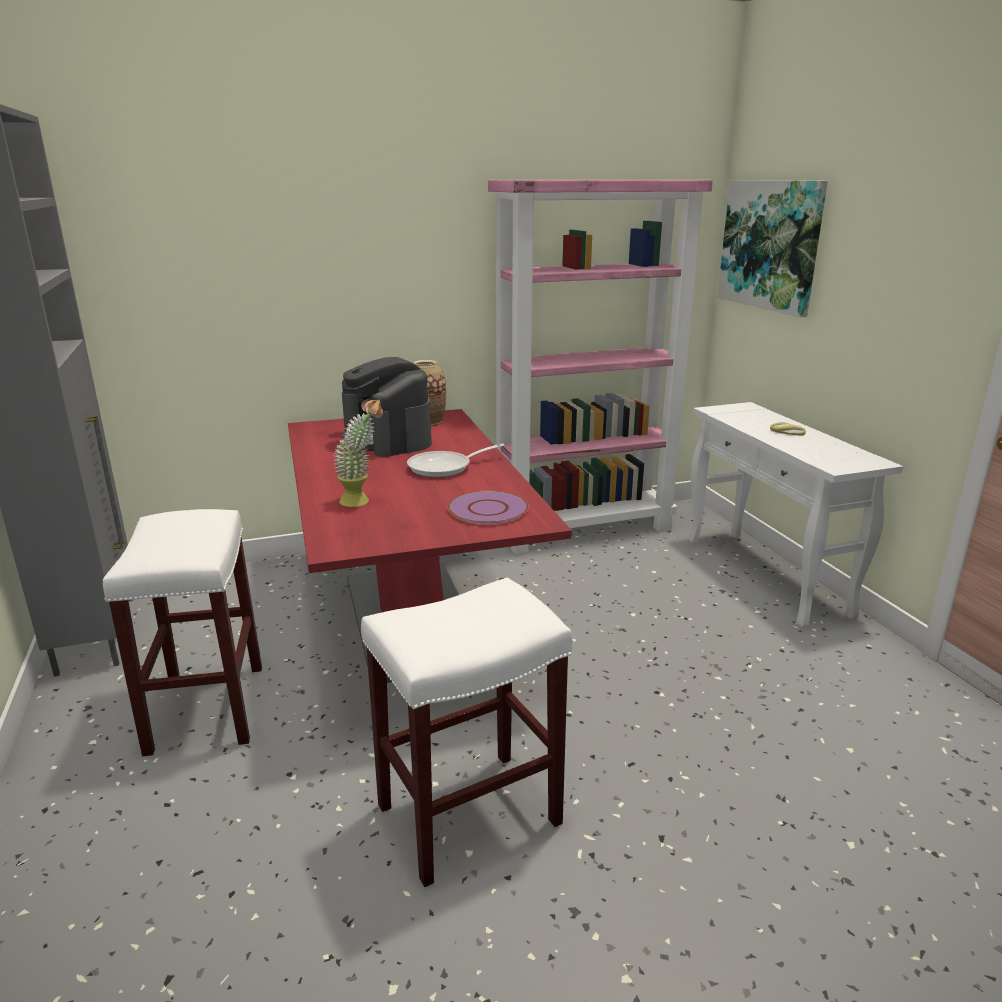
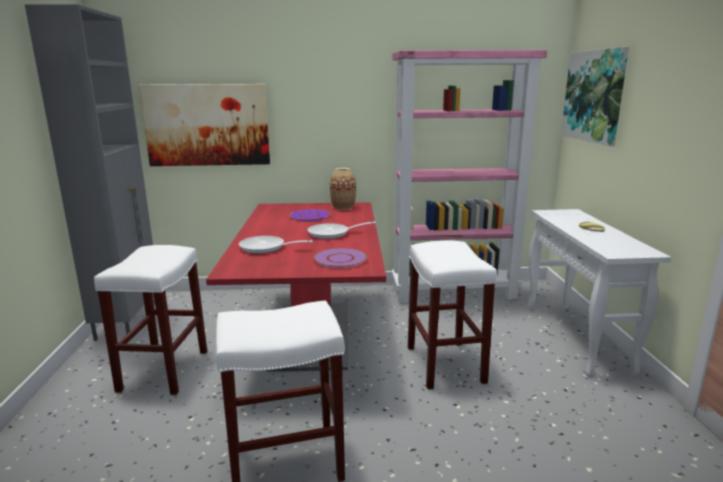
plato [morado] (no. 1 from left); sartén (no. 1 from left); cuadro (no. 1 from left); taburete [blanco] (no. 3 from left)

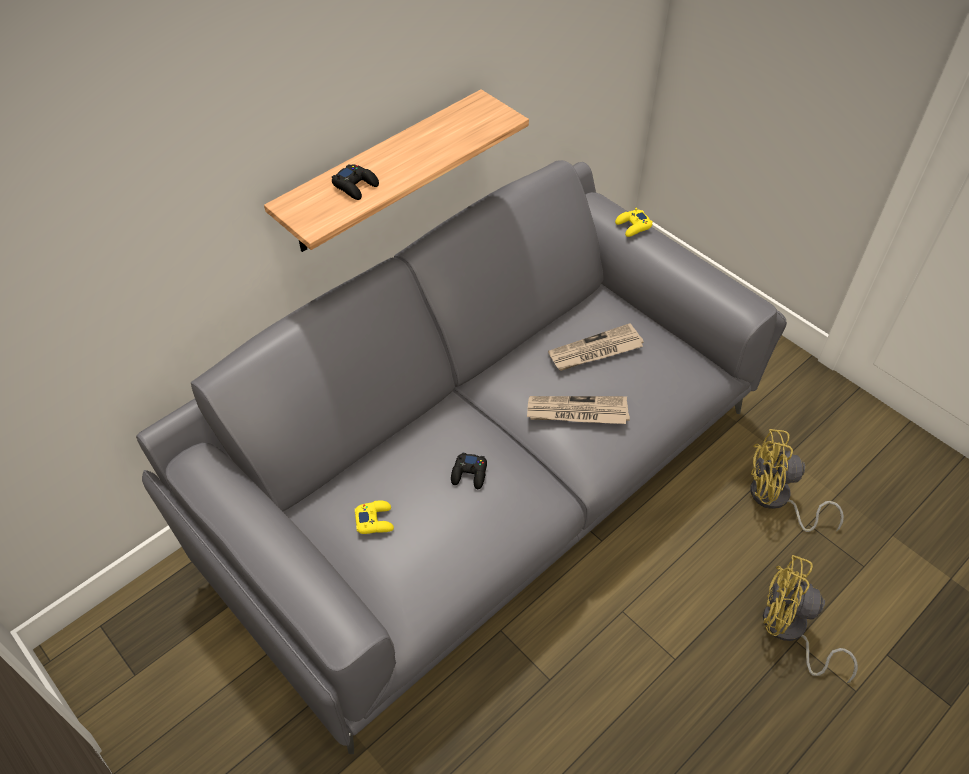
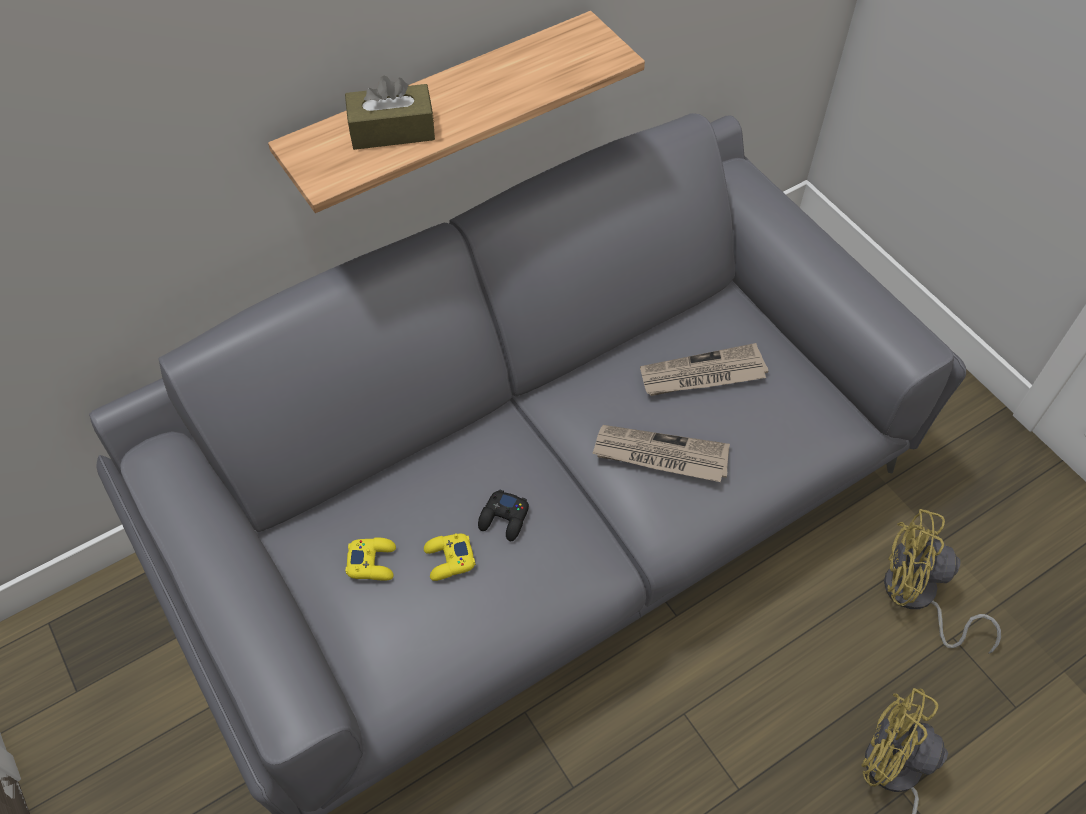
caja de pañuelos [marrón]; mando de consola [amarillo] (no. 2 from left)

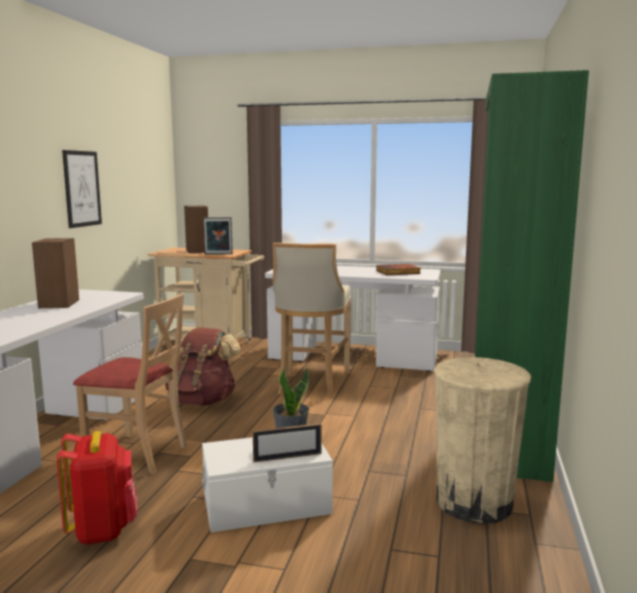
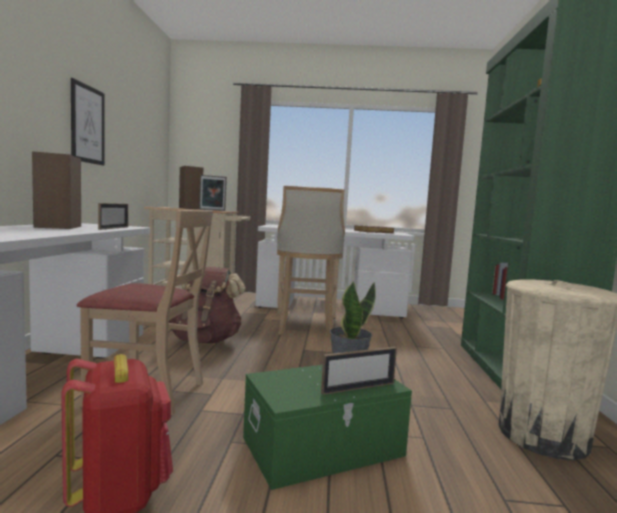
caja de almacenaje [verde]; portarretratos (no. 1 from left)

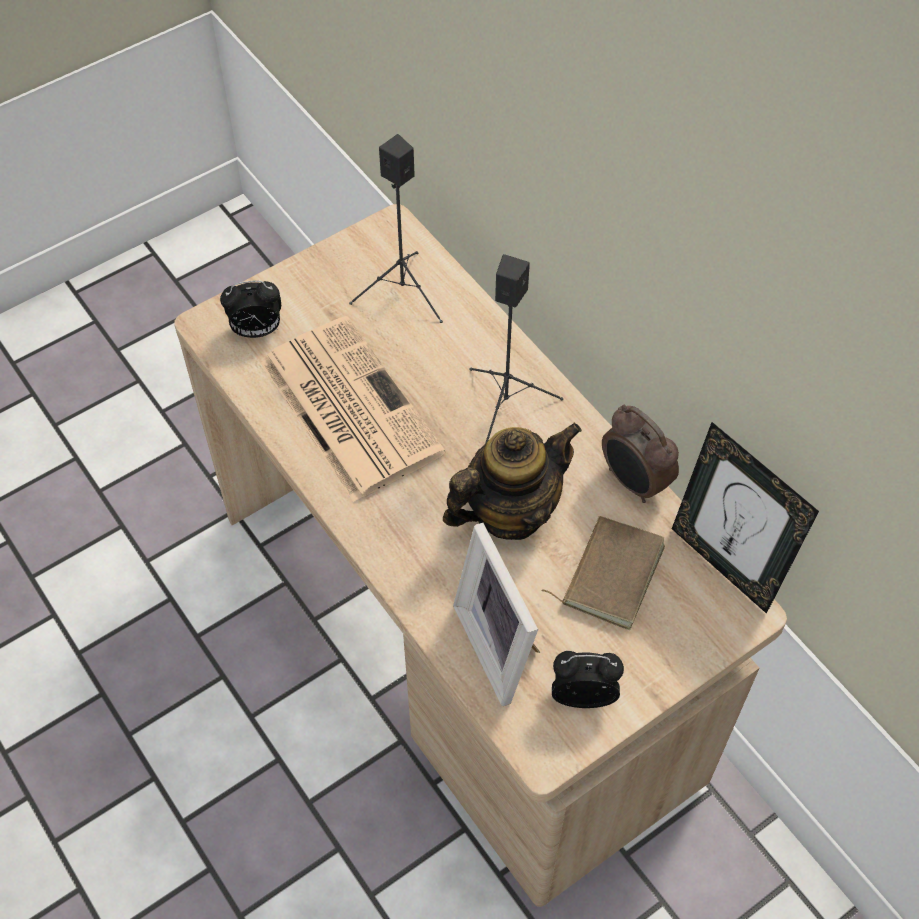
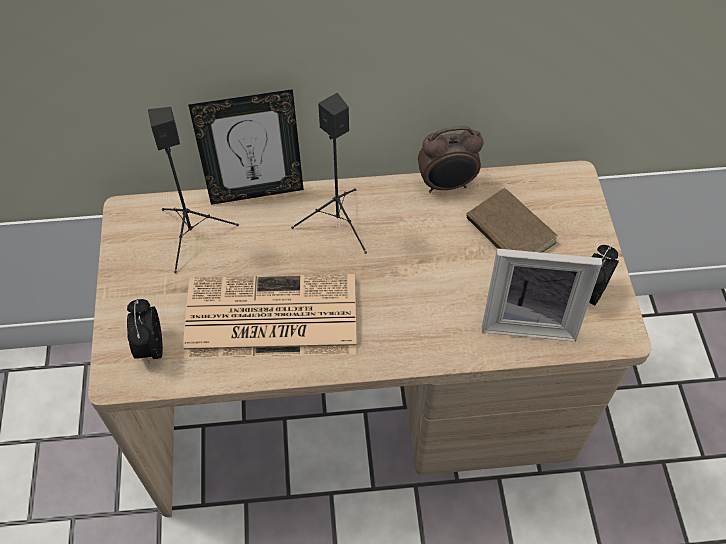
despertador (no. 1 from left); portarretratos (no. 1 from left); tetera

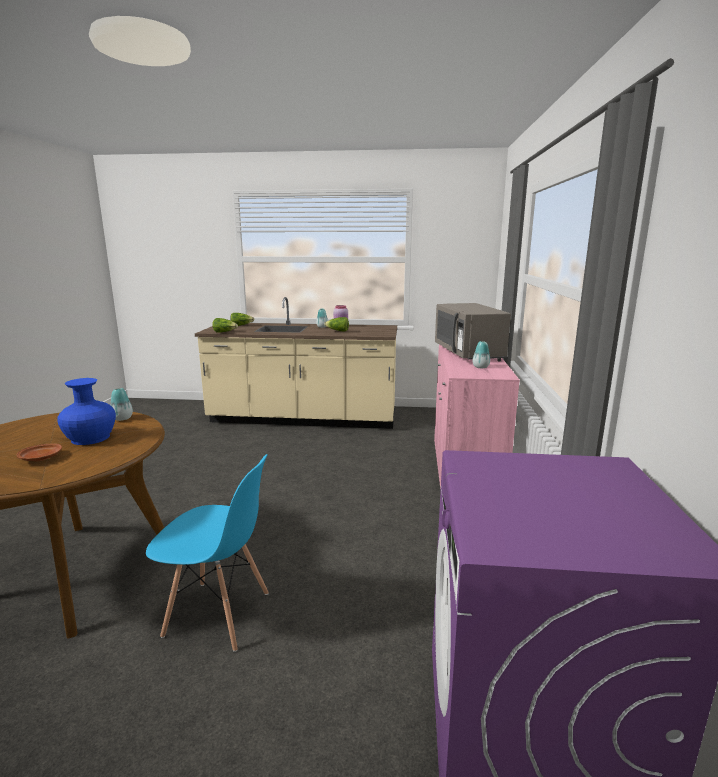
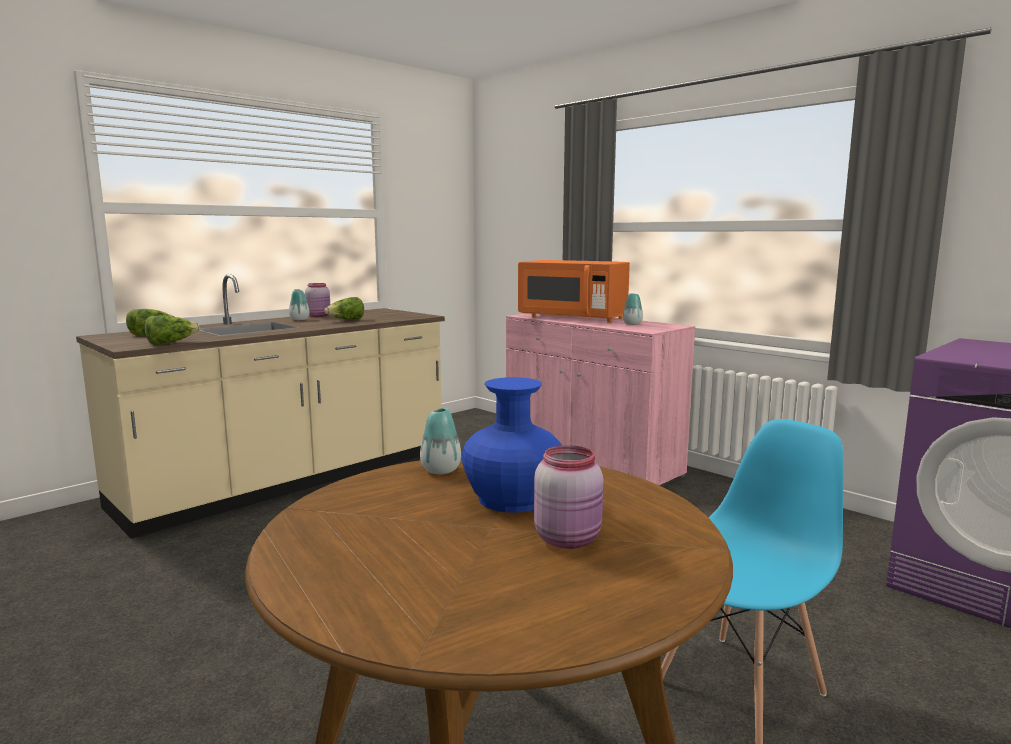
microondas [naranja]; tarro [rosa] (no. 2 from left)

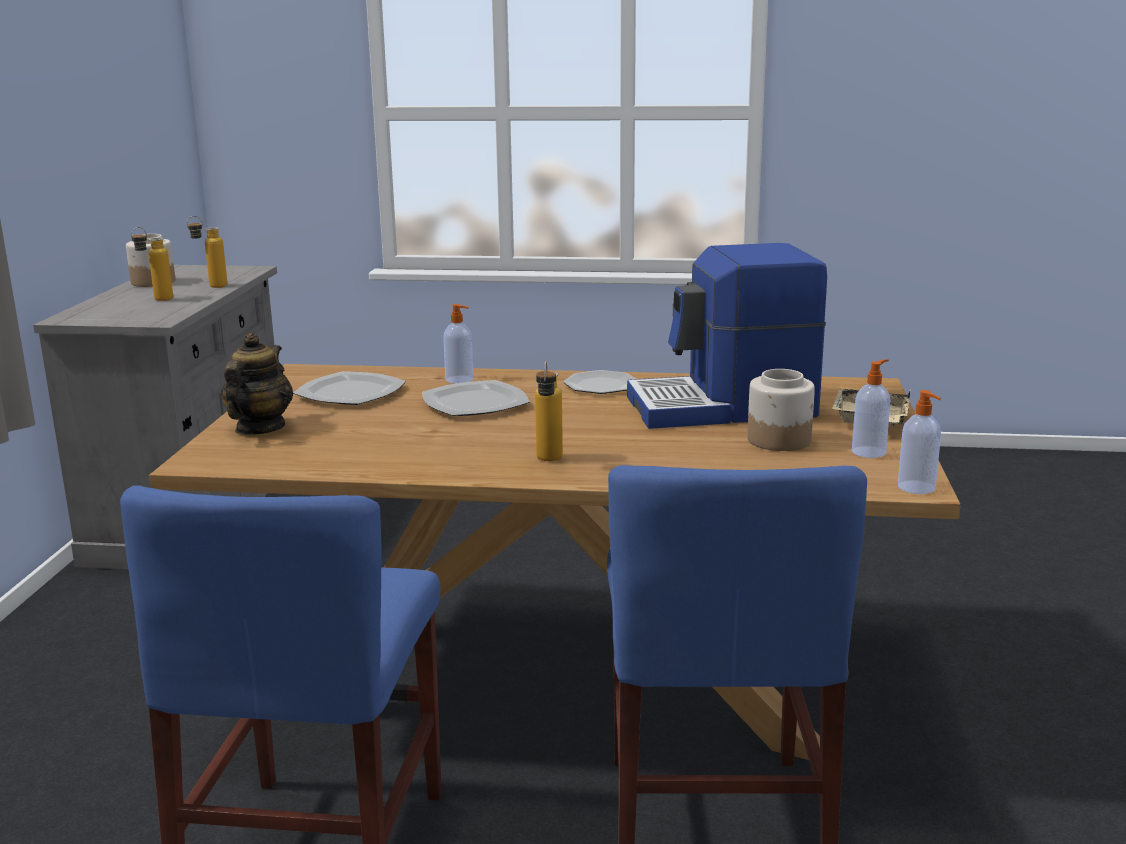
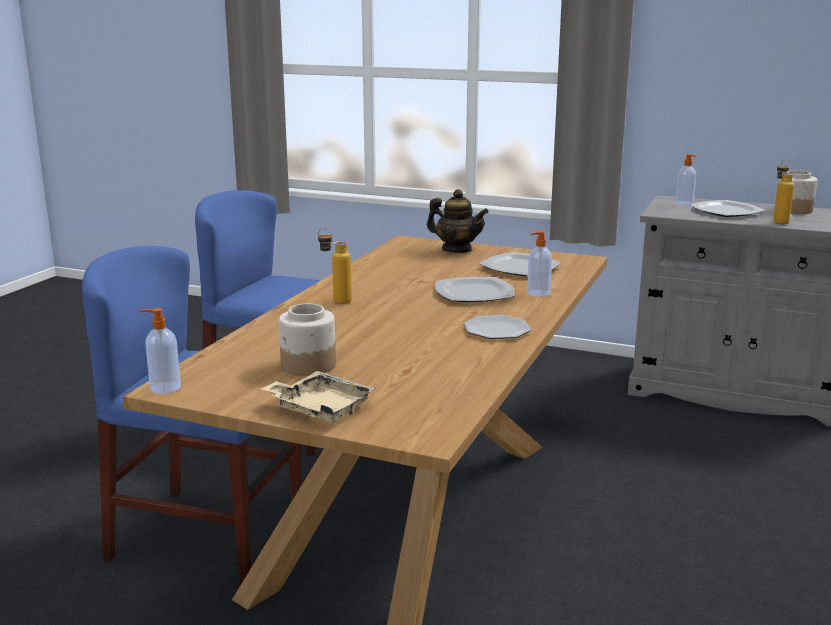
plato (no. 4 from left); cafetera; dispensador de jabón (no. 3 from left)

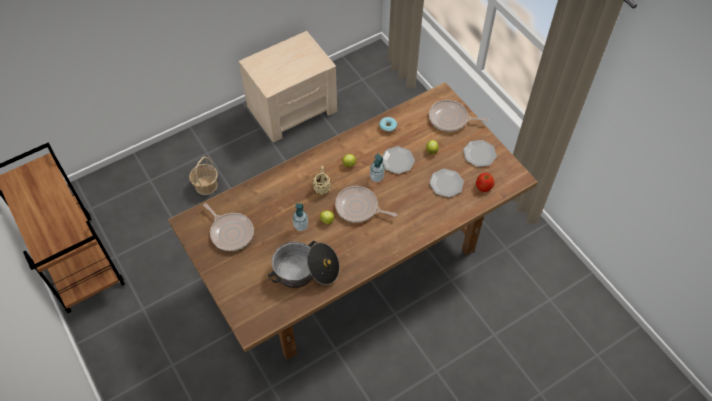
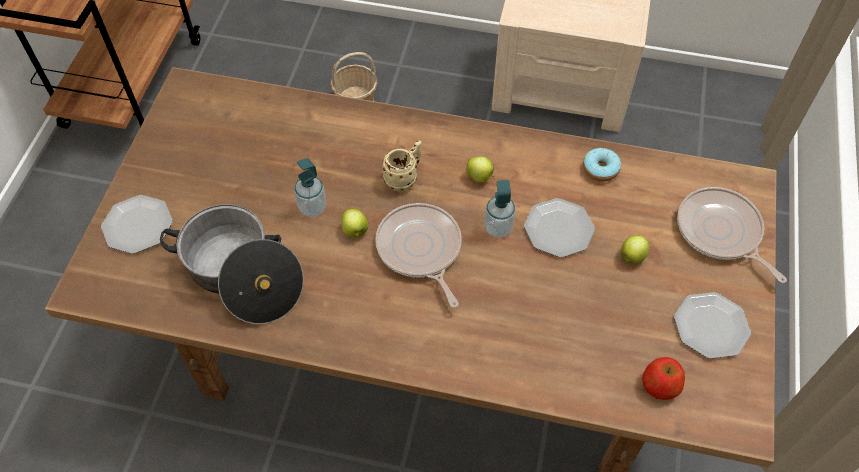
plato (no. 1 from left); sartén (no. 1 from left in the first image)

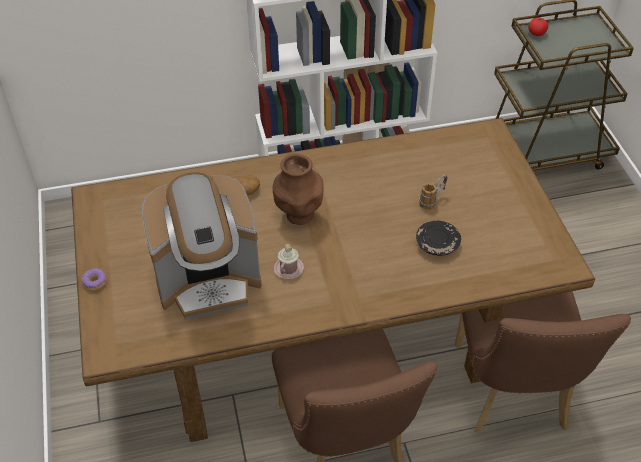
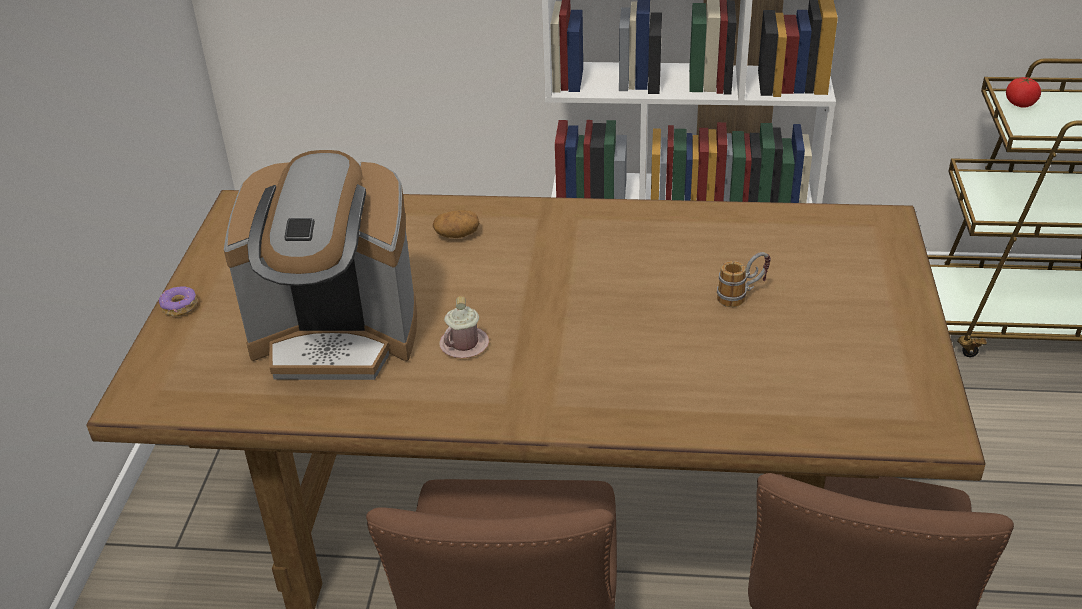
florero [marrón]; plato [negro]

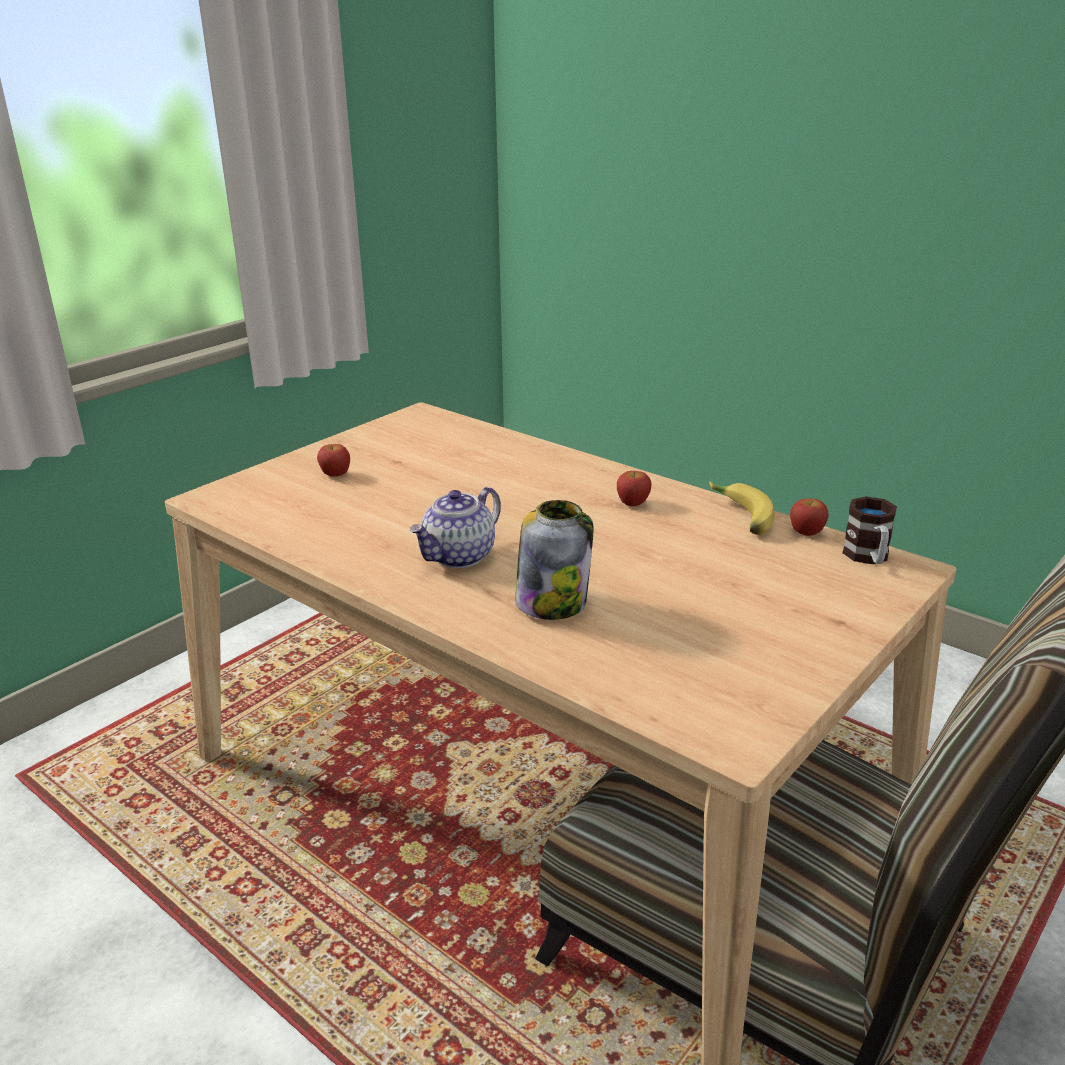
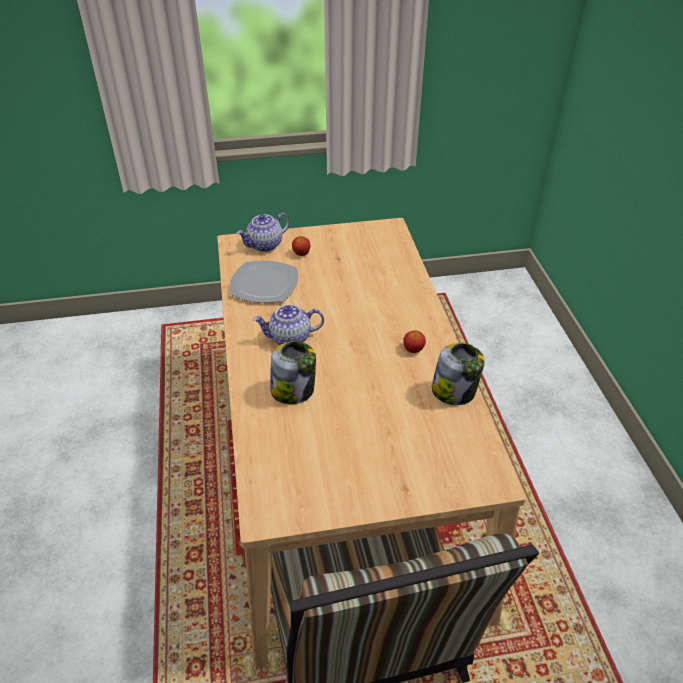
tarro (no. 2 from left); taza grande; manzana (no. 3 from left in the first image); tetera (no. 1 from left); plato

